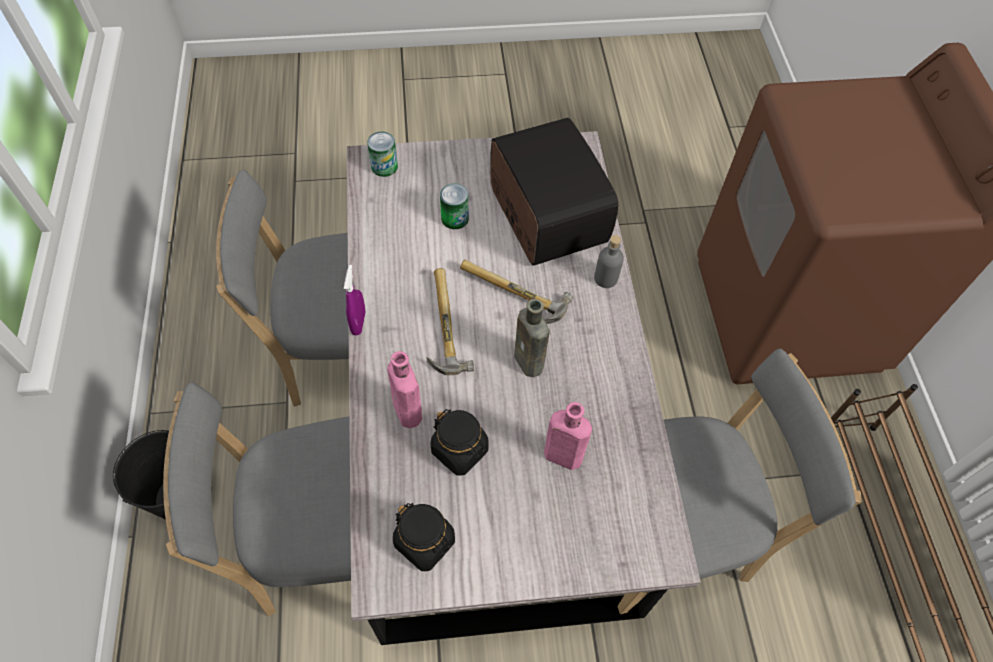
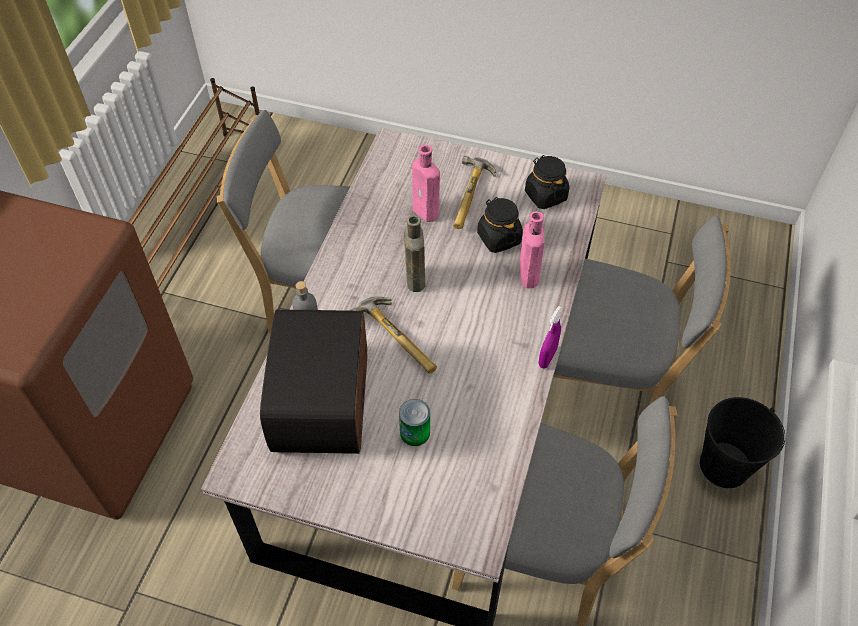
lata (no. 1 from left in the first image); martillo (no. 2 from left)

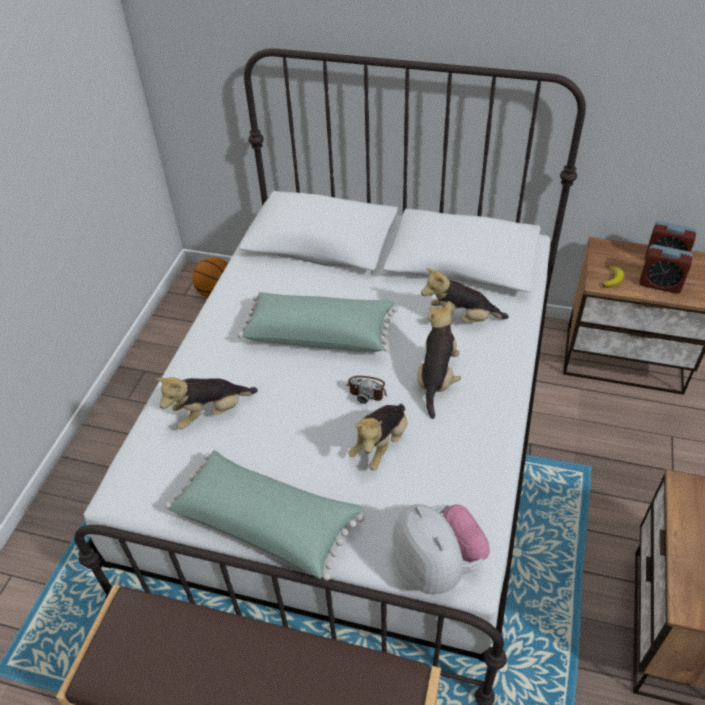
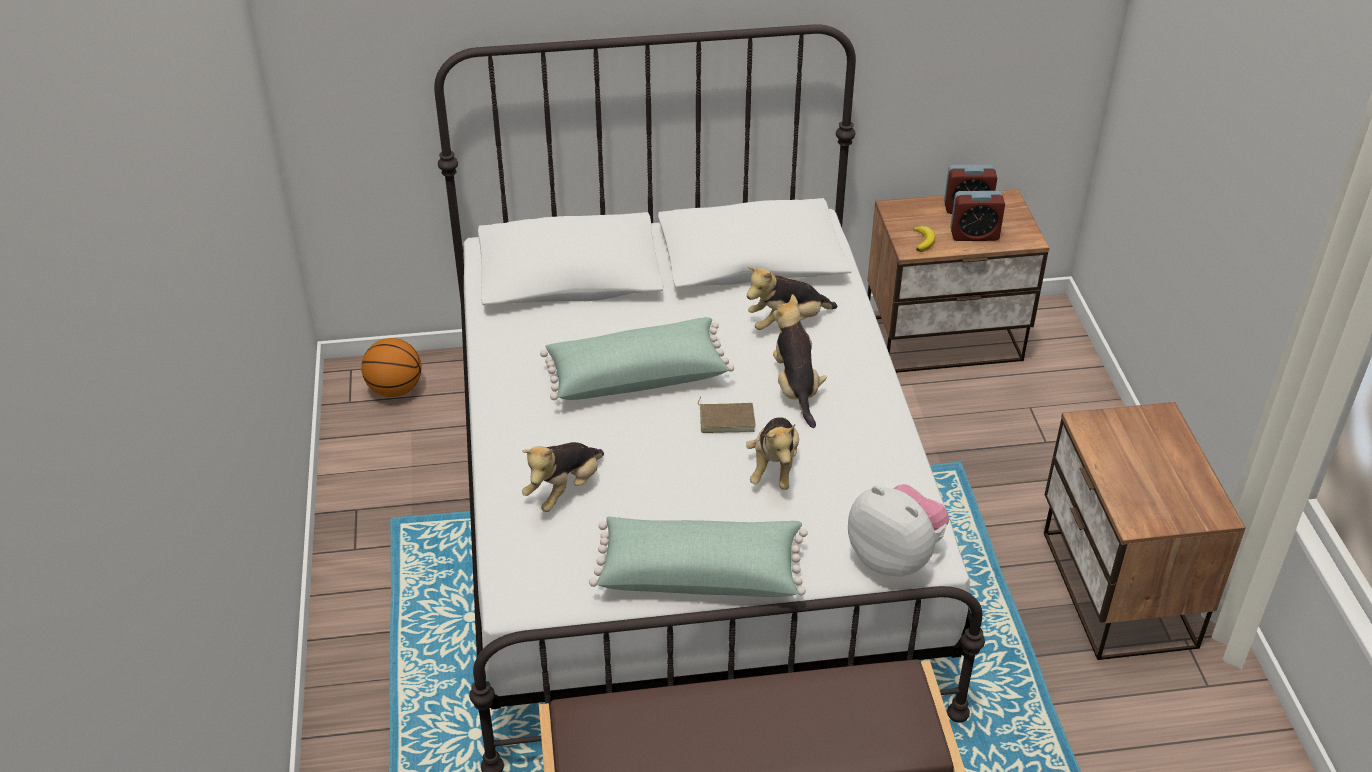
libro [marrón]

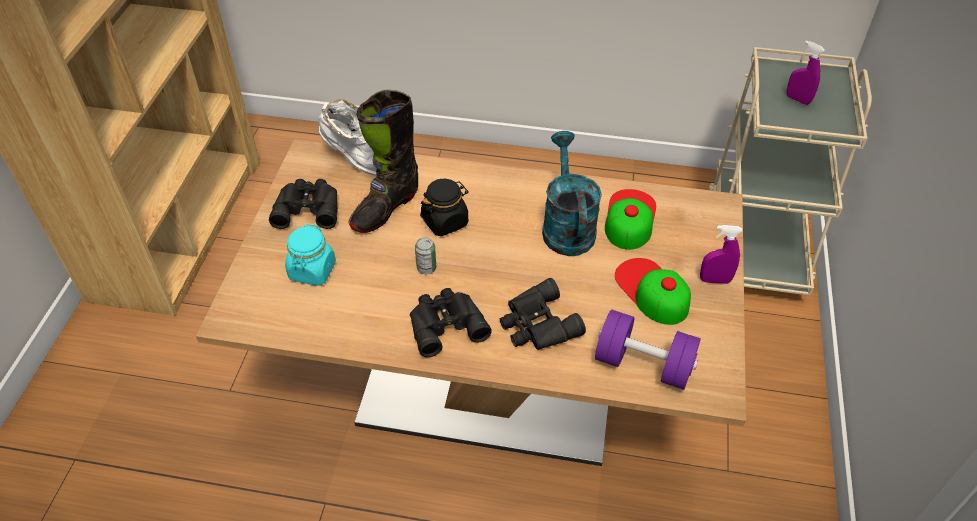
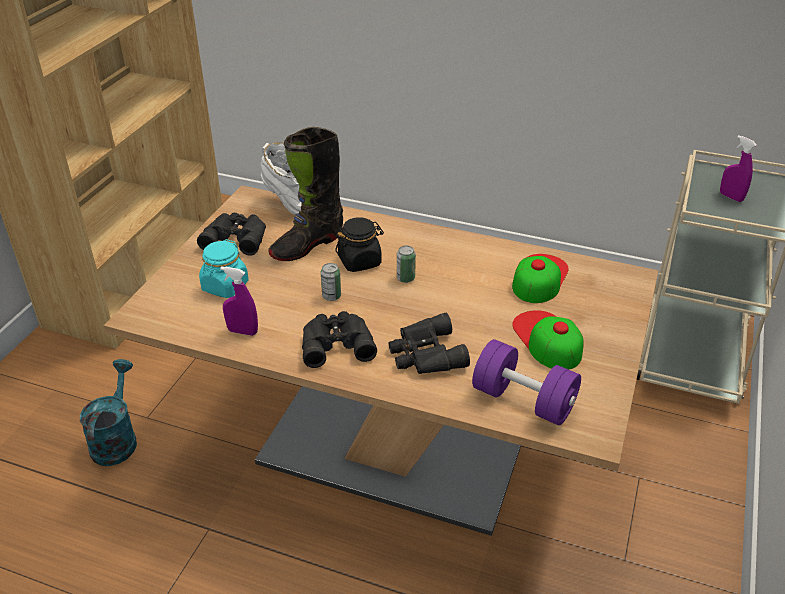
regadera [turquesa]; pulverizador [morado] (no. 1 from left); lata (no. 2 from left)

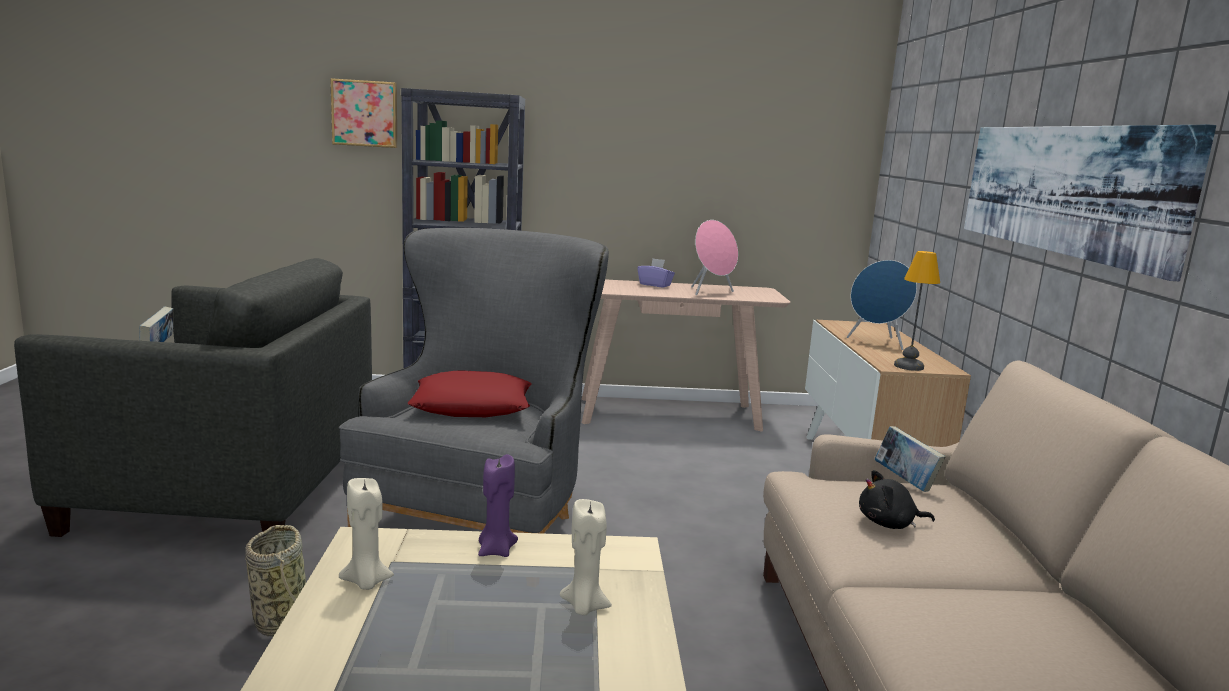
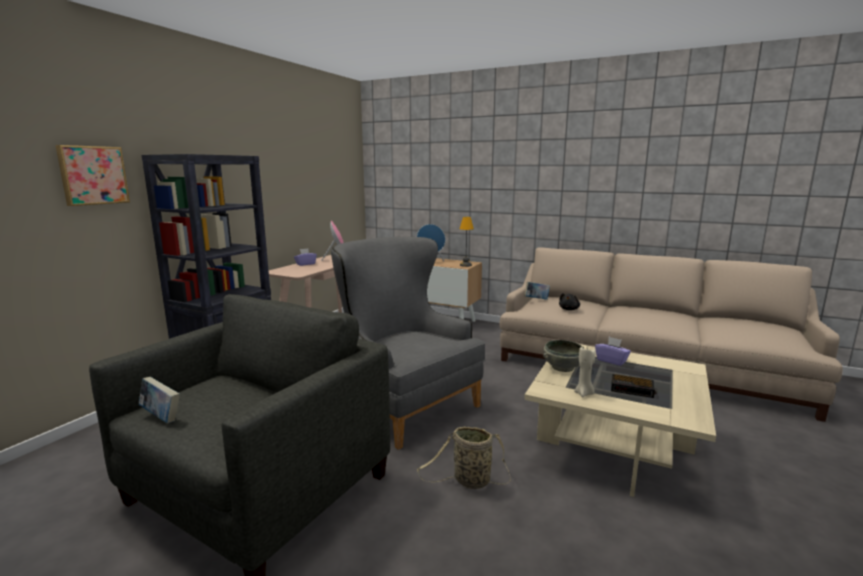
cuadro (no. 2 from left in the first image); cojín [rojo]; cuenco [gris]; caja de pañuelos [morado] (no. 2 from left); despertador

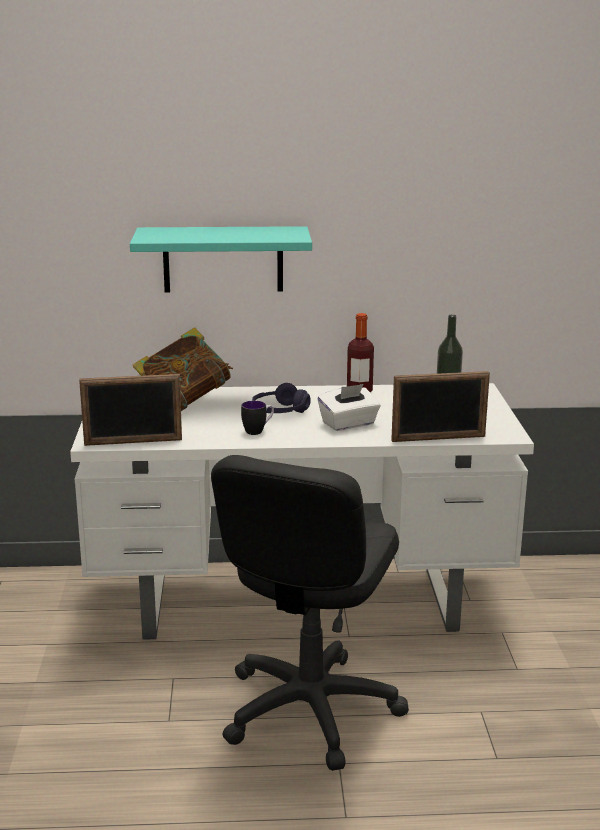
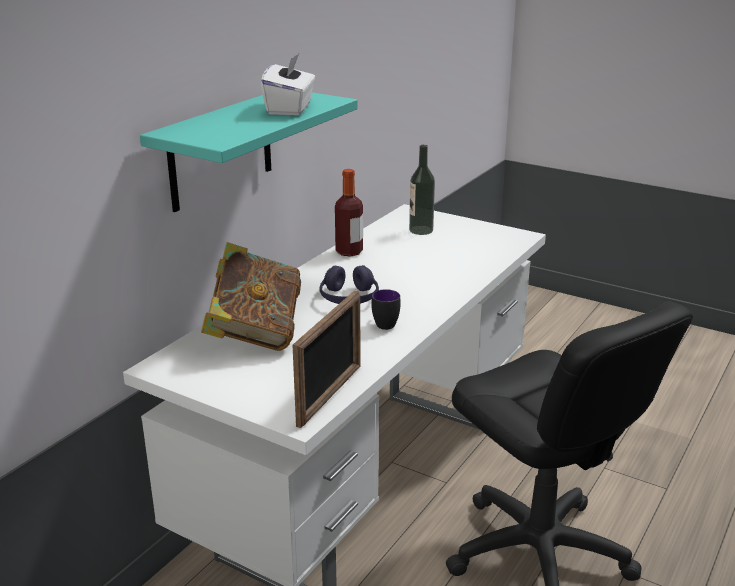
portarretratos (no. 2 from left in the first image); caja de pañuelos [blanco]

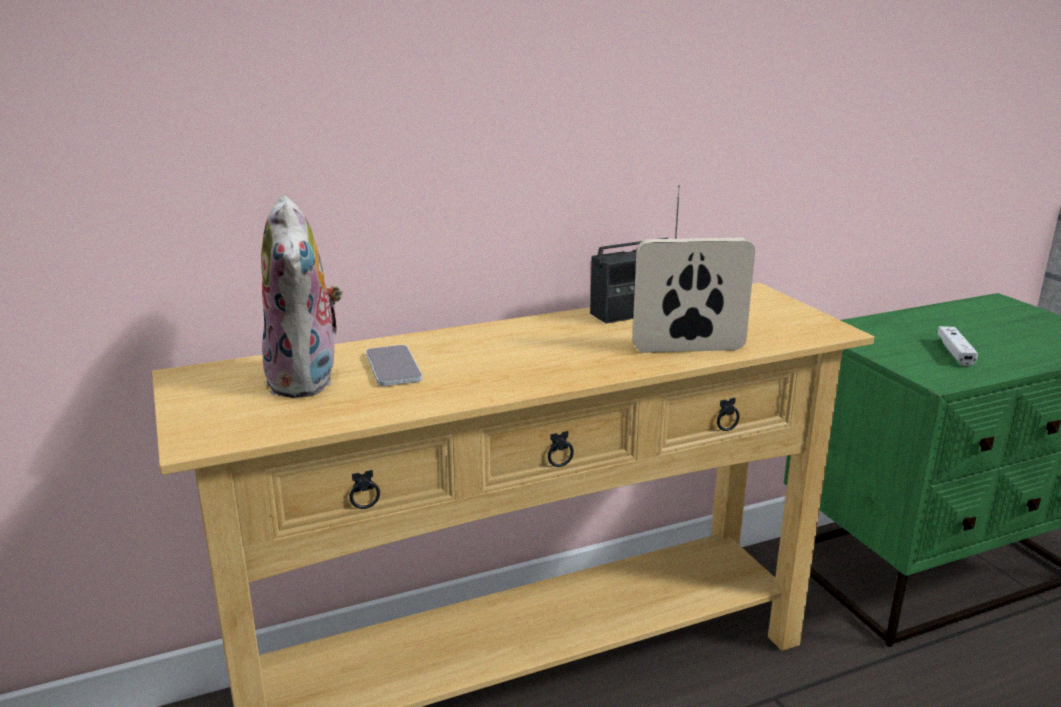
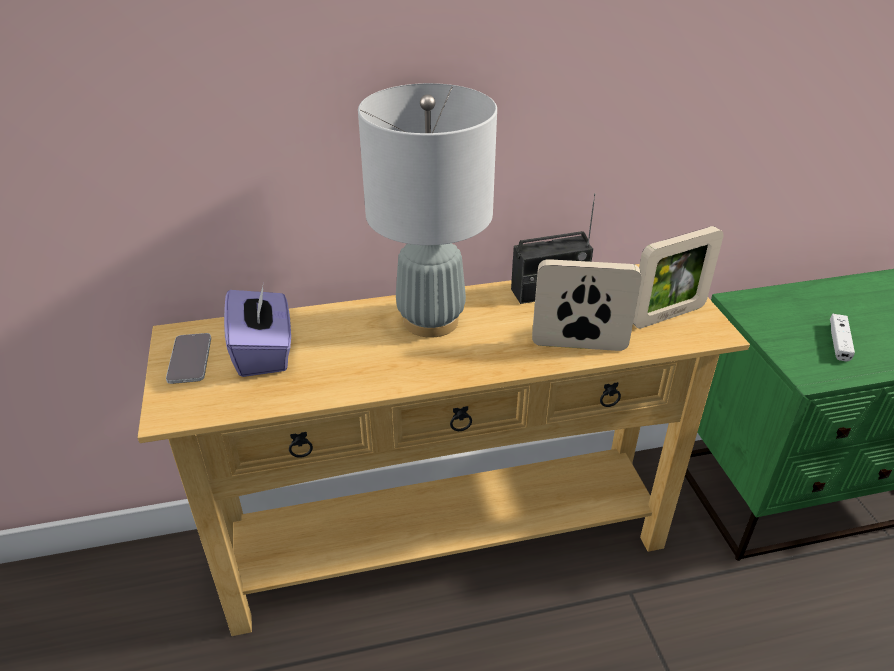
caja de pañuelos [morado]; móvil; lámpara de mesa [gris]; portarretratos (no. 2 from left)

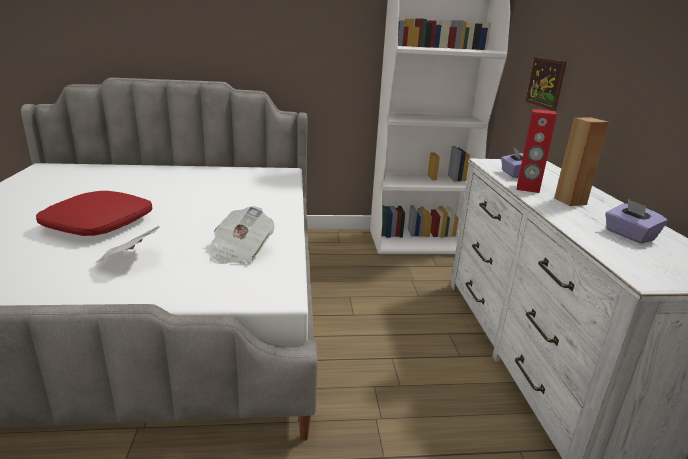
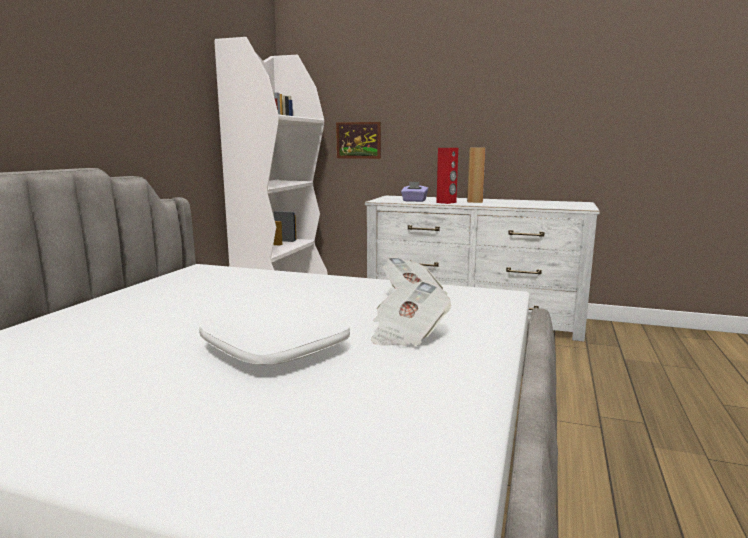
cojín [blanco]; caja de pañuelos [morado] (no. 2 from left in the first image)

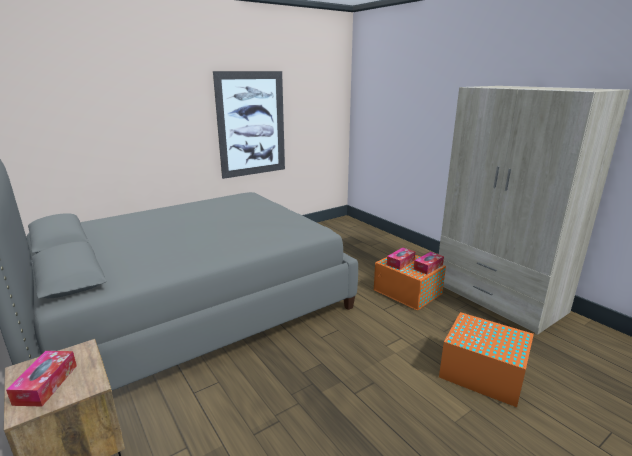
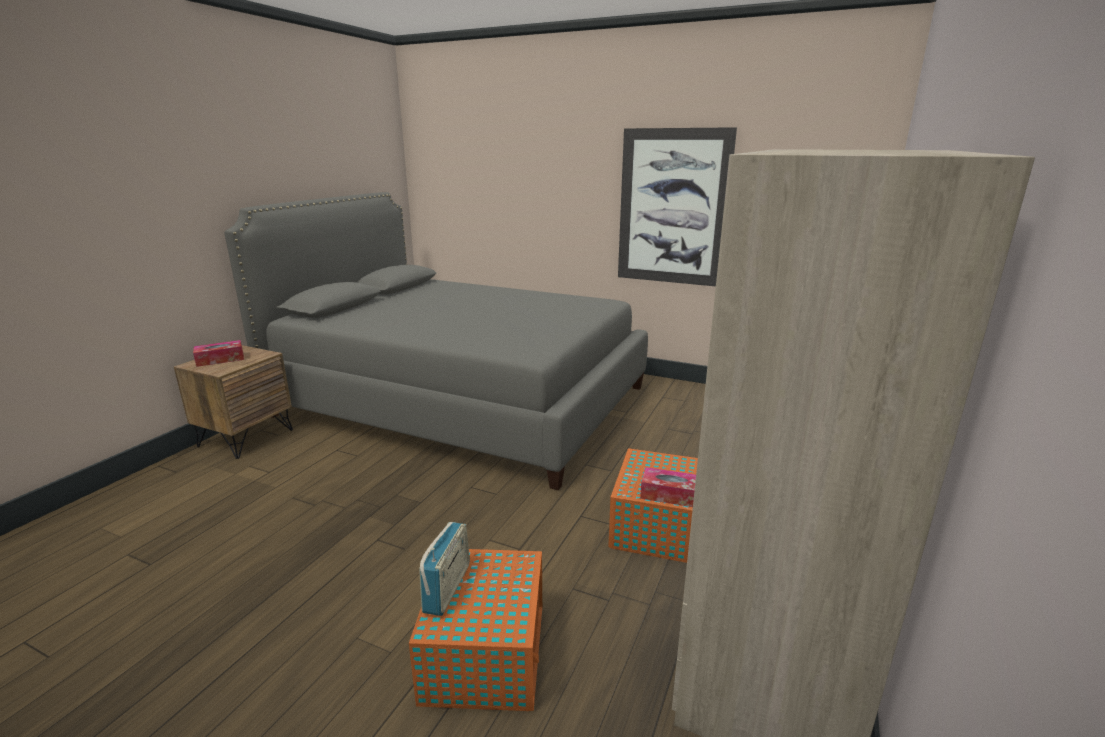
caja de pañuelos (no. 2 from left in the first image); radio

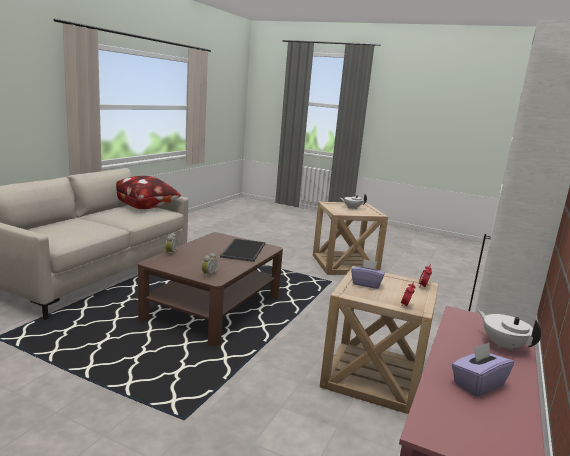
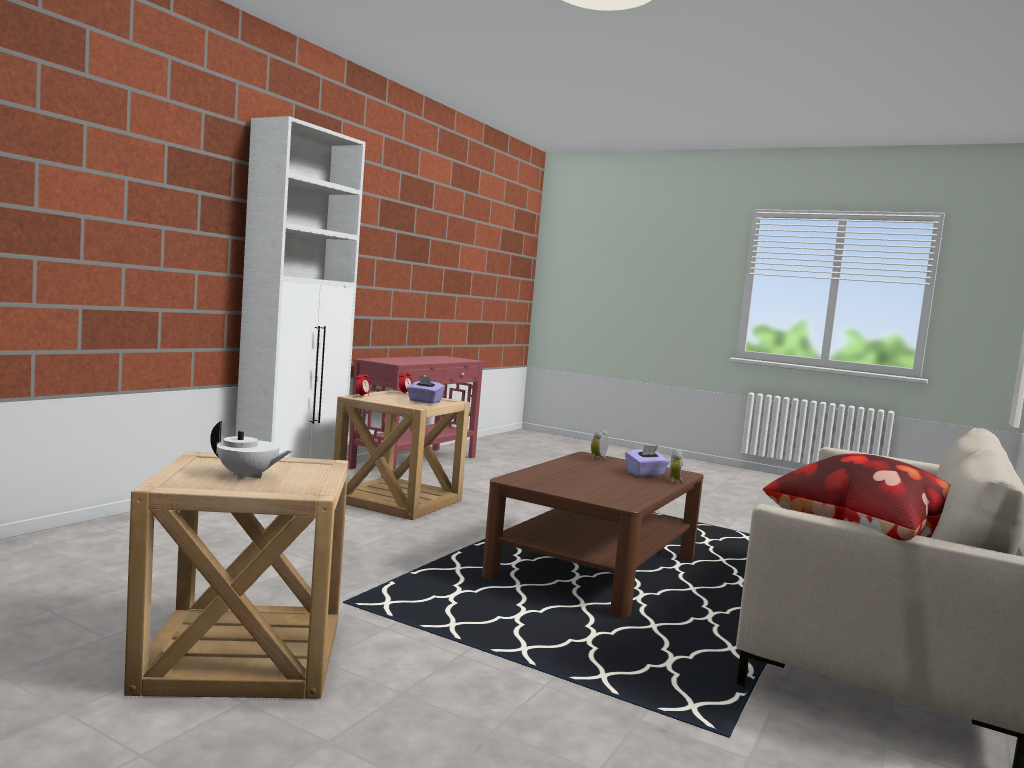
bandeja; tetera [blanco] (no. 2 from left in the first image); caja de pañuelos [morado] (no. 2 from left)

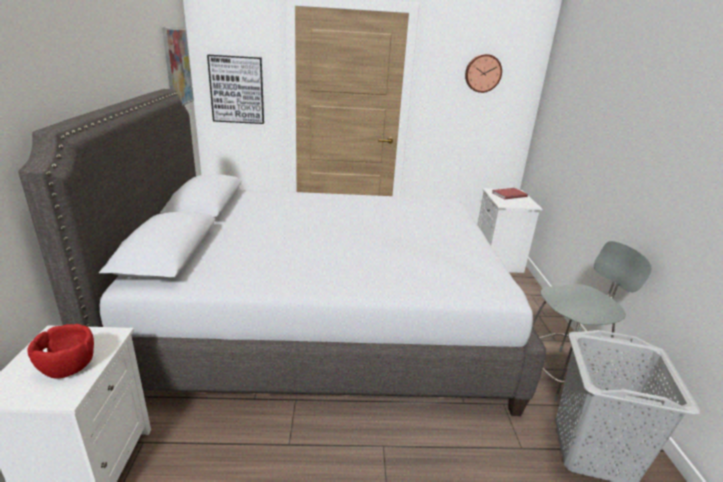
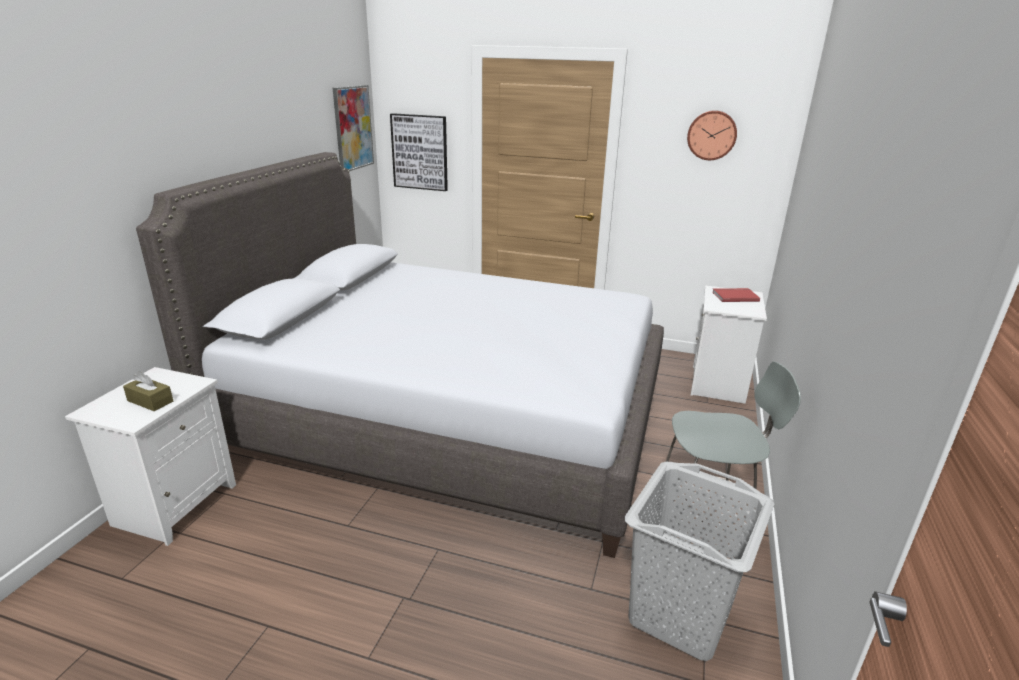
caja de pañuelos [marrón]

